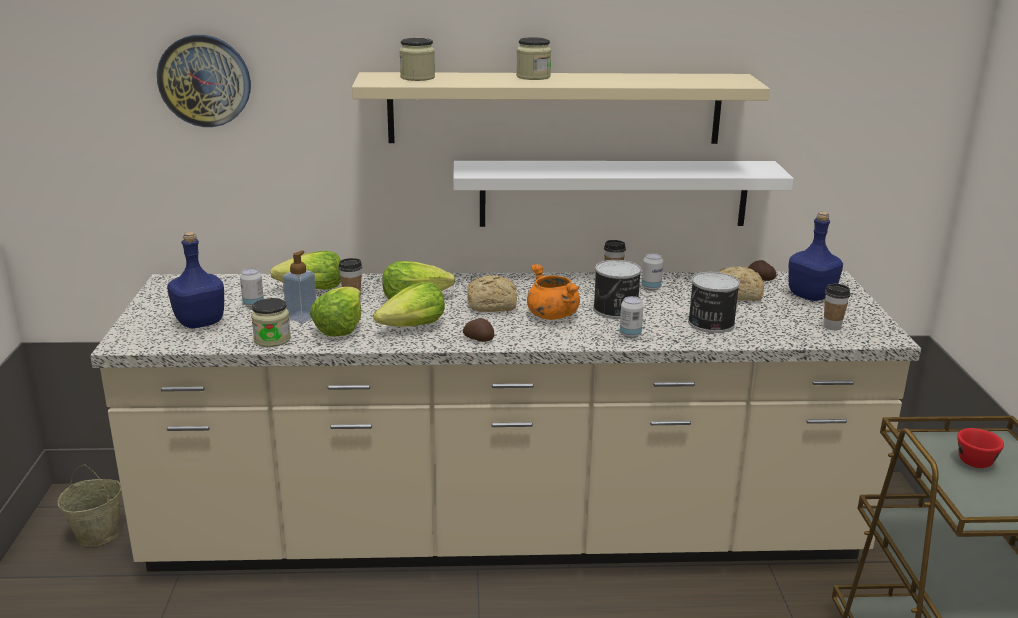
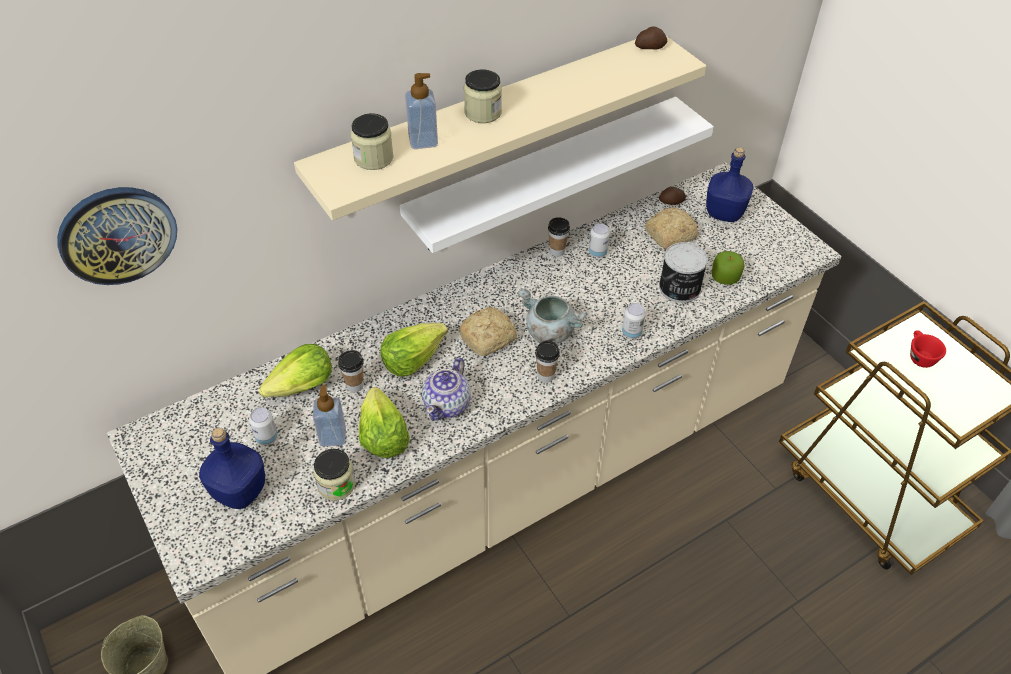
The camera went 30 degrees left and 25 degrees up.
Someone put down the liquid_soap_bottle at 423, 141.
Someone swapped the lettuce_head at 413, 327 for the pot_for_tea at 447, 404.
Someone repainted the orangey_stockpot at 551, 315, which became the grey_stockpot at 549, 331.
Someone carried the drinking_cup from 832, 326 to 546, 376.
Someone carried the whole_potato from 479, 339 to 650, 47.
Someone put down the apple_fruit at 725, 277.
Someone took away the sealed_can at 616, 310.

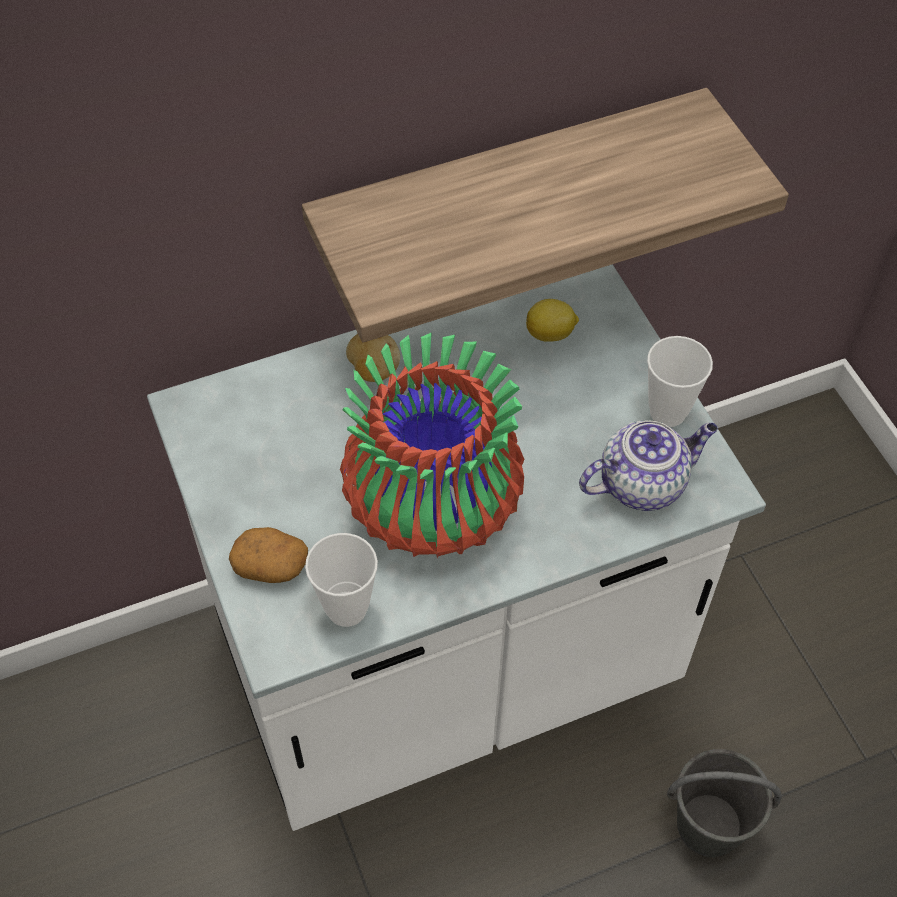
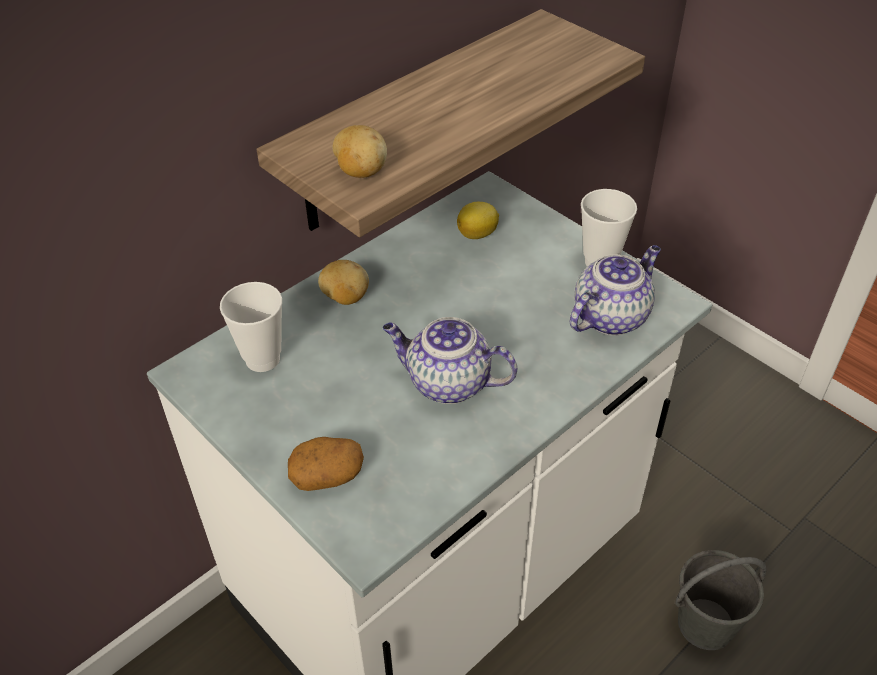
The camera went 20 degrees left and 10 degrees down.
Someone carried the drinking_cup from 346, 608 to 262, 359.
Someone put down the whole_potato at 360, 171.
Someone swapped the vase at 431, 505 for the pot_for_tea at 447, 383.

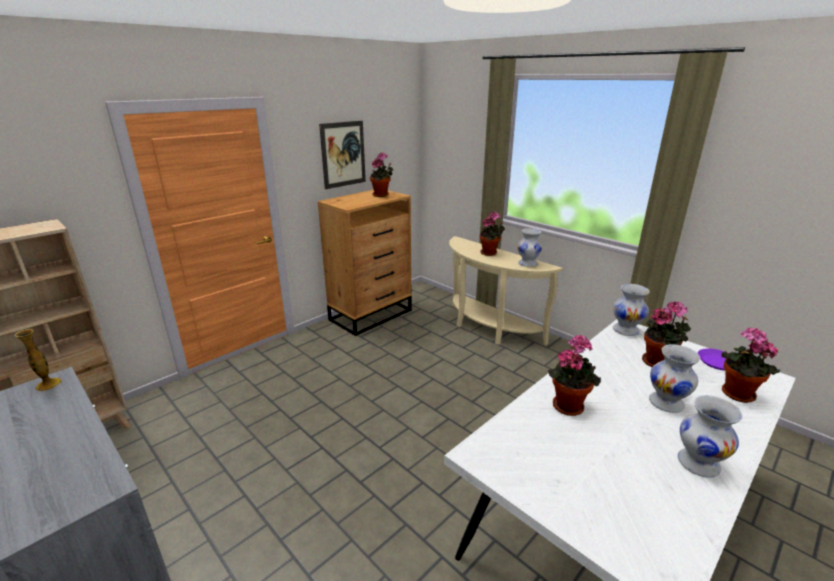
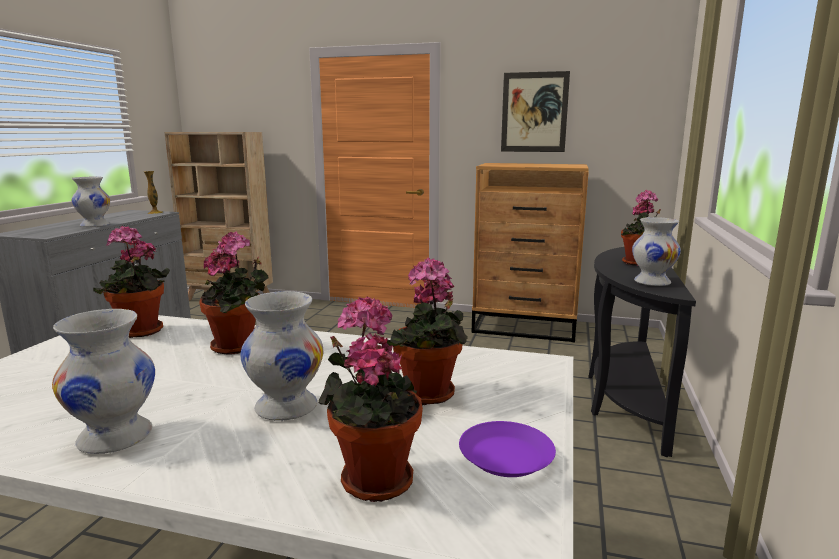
The camera went 60 degrees right and 10 degrees down.
Someone carried the white-coloured_vase from 625, 330 to 94, 225.
Someone carried the houseplant from 382, 195 to 140, 333.
Someone repainted the sand-coloured_hall_table at 487, 328, which became the blackish_hall_table at 624, 397.

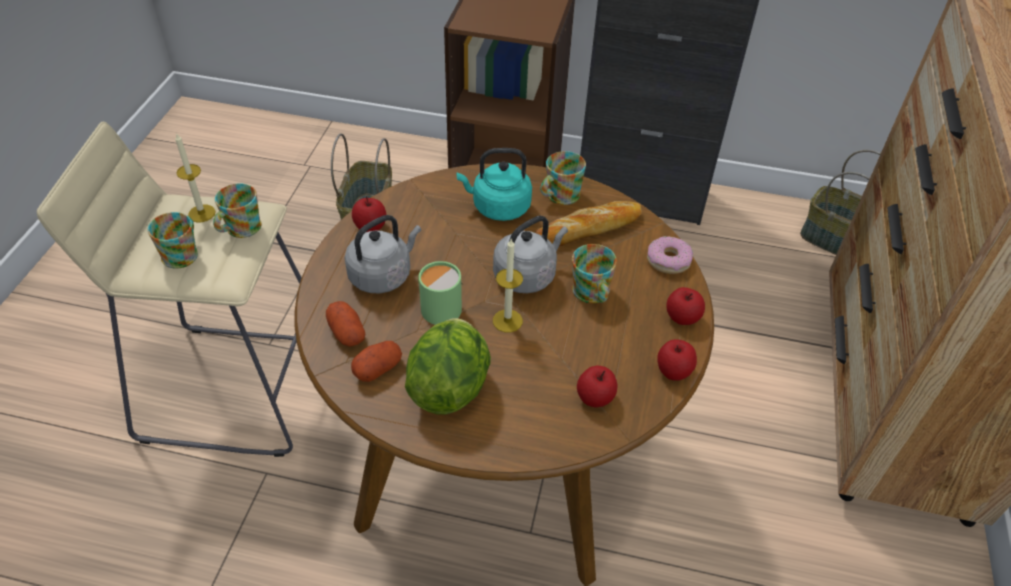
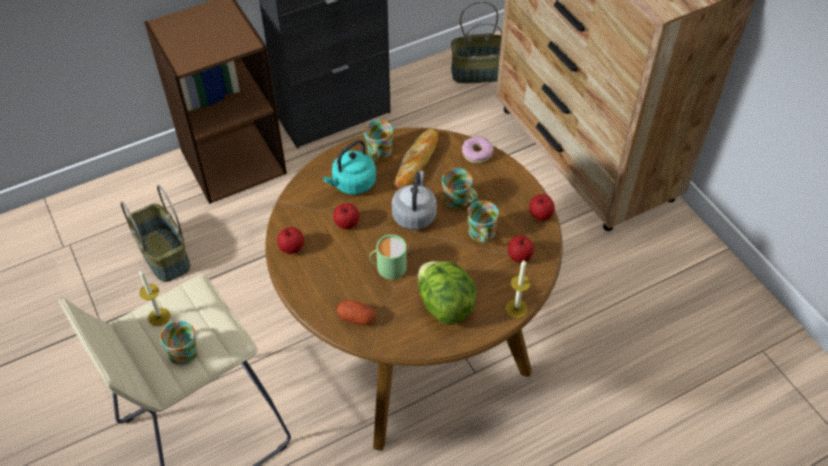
The camera went 40 degrees left and 5 degrees up.
Someone carried the apple_fruit from 682, 317 to 347, 223.
Someone carried the mug from 239, 229 to 481, 235.
Someone carried the wax_candle from 507, 321 to 516, 308.
Someone took away the grey_kettle at 383, 275.
Someone took away the whole_potato at 377, 368.

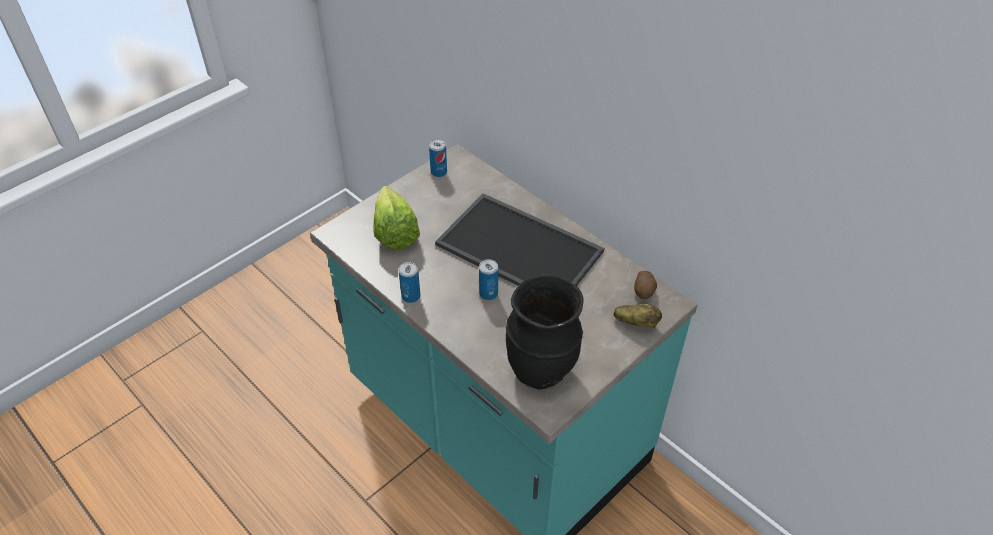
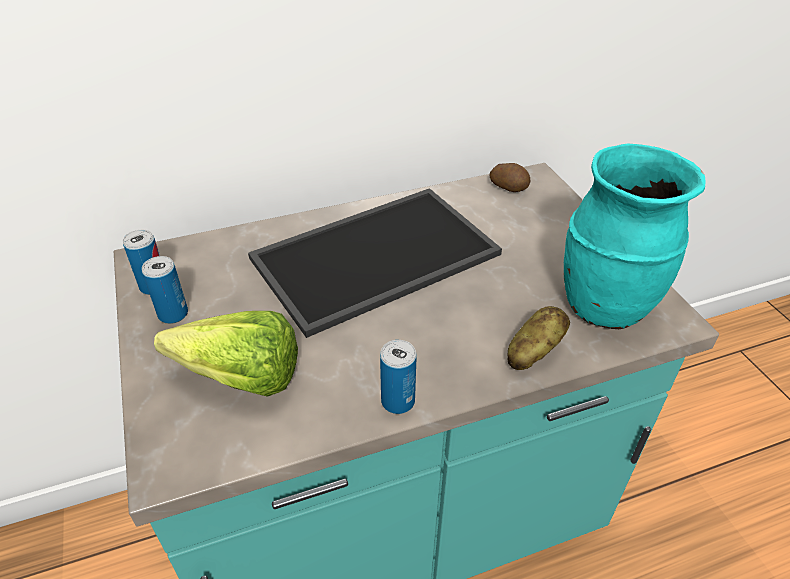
The camera went 65 degrees left and 5 degrees down.
Someone carried the sealed_can from 488, 293 to 173, 314.
Someone carried the whole_potato from 636, 322 to 533, 352.
Someone repainted the blackish_vase at 541, 369, which became the turquoise_vase at 604, 305.

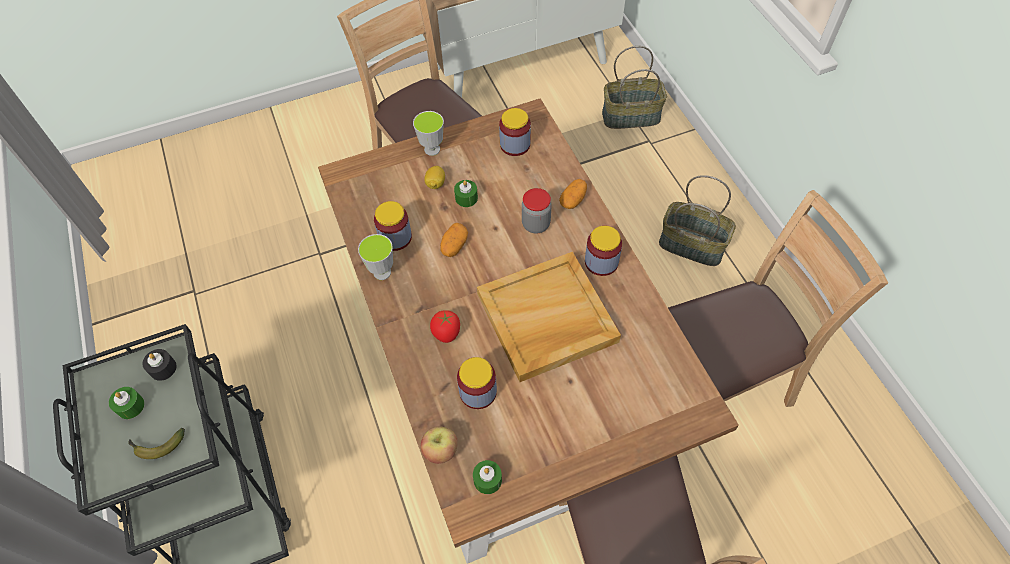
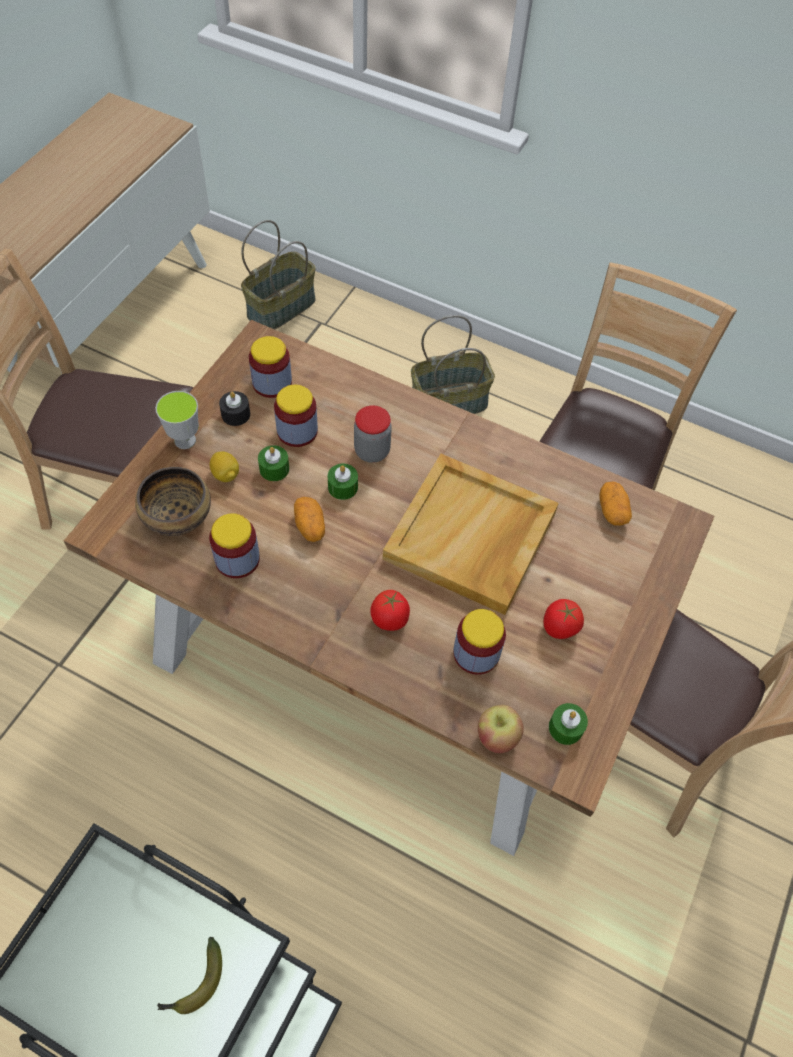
The camera went 45 degrees left and 0 degrees up.
Someone put down the deep_dish at 176, 513.
Someone carried the blackish_wax_candle from 163, 368 to 235, 414.
Someone carried the preserve_jar from 601, 262 to 297, 431.
Someone carried the green-coloured_wax_candle from 130, 406 to 343, 487.
Someone put down the fresh_tomato at 559, 628.
Someone carried the whole_potato from 573, 200 to 612, 510.
Someone took away the drinking_cup at 382, 272.

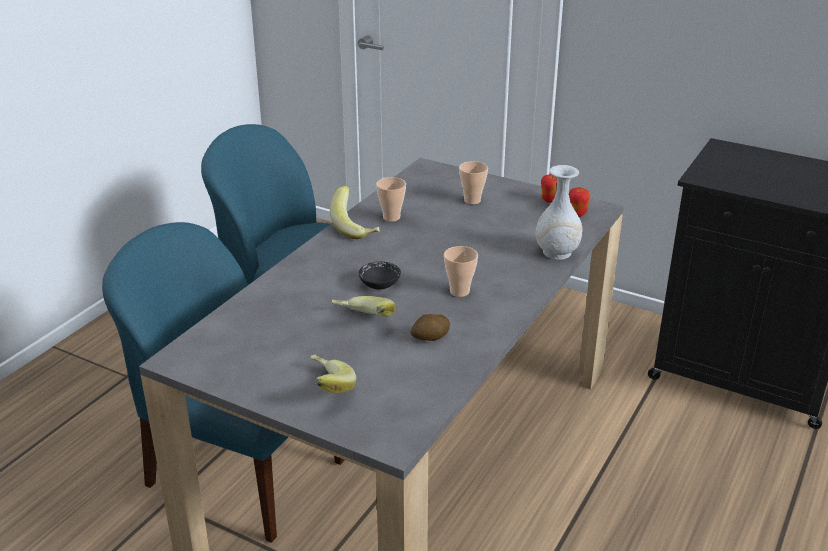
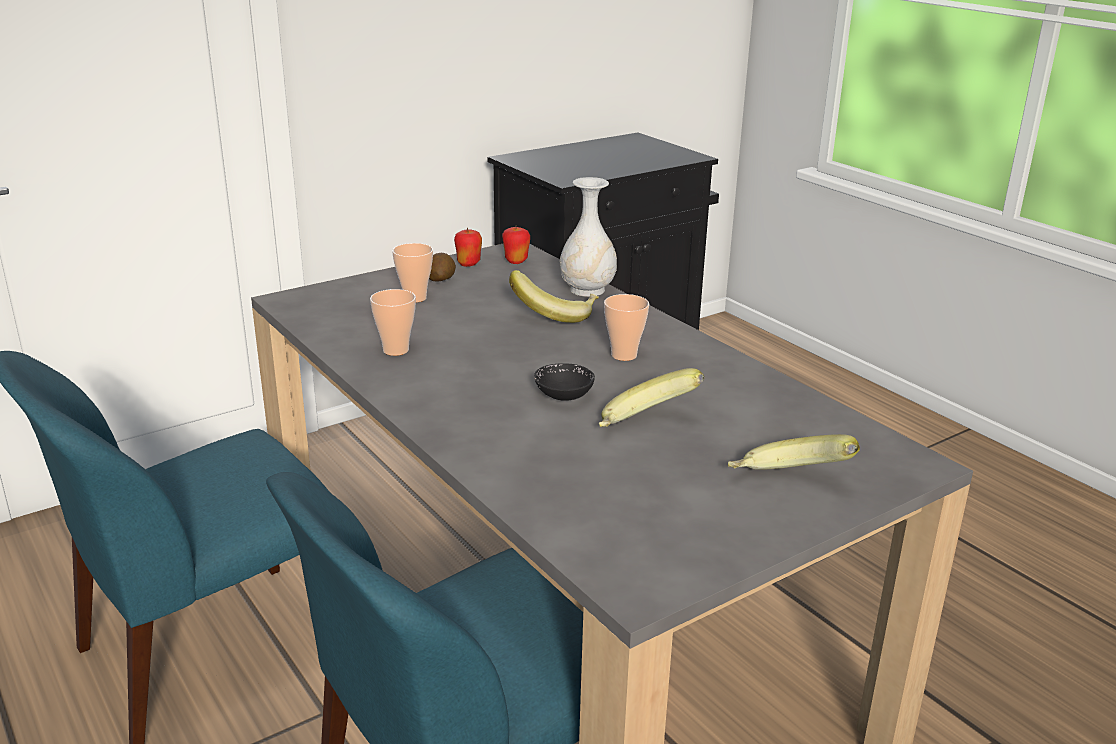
The camera went 65 degrees left and 5 degrees down.
Someone carried the whole_potato from 430, 338 to 441, 279.
Someone carried the whole_banana from 356, 228 to 555, 314.

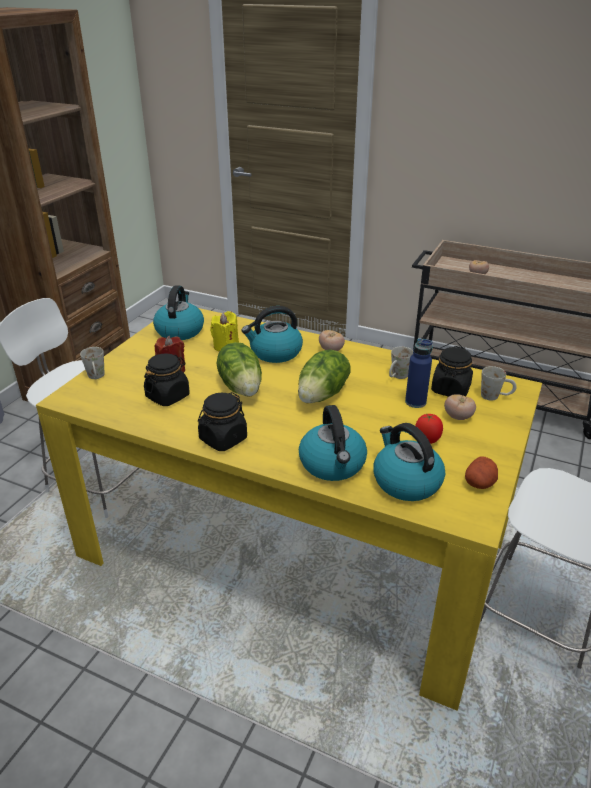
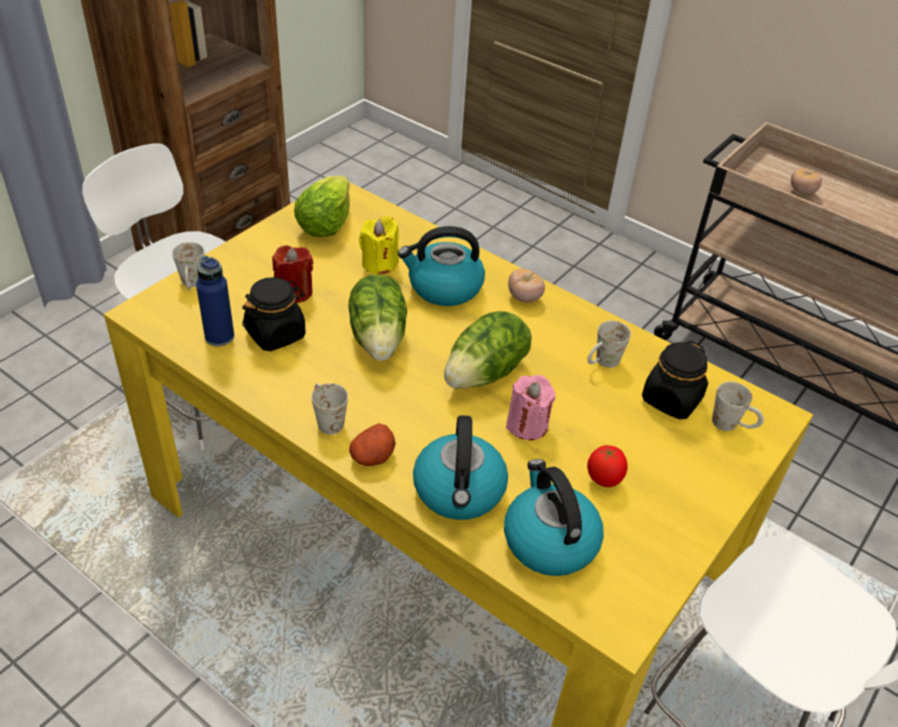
The camera went 10 degrees right and 10 degrees up.
Someone carried the bluish_drink_bottle from 415, 402 to 219, 337.
Someone swapped the kettle at 179, 330 for the lettuce_head at 325, 224.
Someone swapped the blackish_preserve_jar at 223, 439 for the white-coloured_mug at 326, 419.
Someone carried the whole_potato from 480, 483 to 372, 456.
Someone put down the pink_wax_candle at 527, 425.
Someone took away the fresh_tomato at 458, 417.

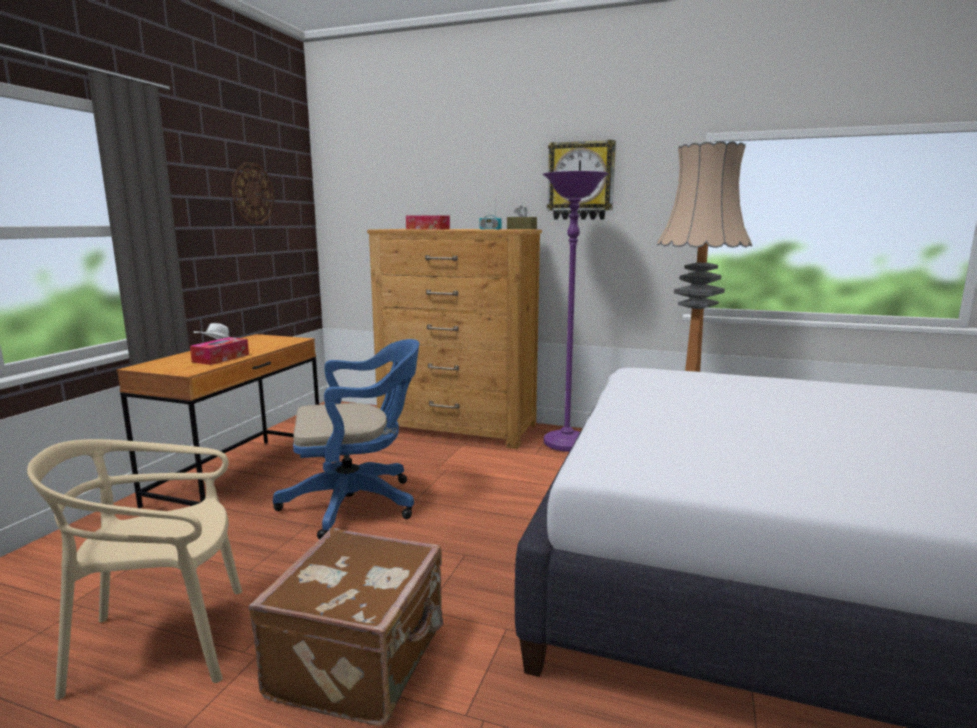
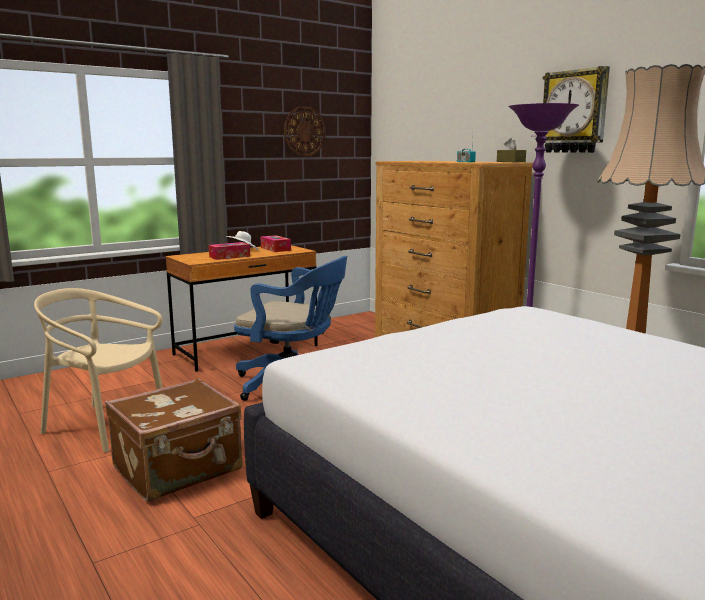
The camera went 35 degrees right and 0 degrees up.
Someone carried the tissue_box from 428, 229 to 275, 249.

